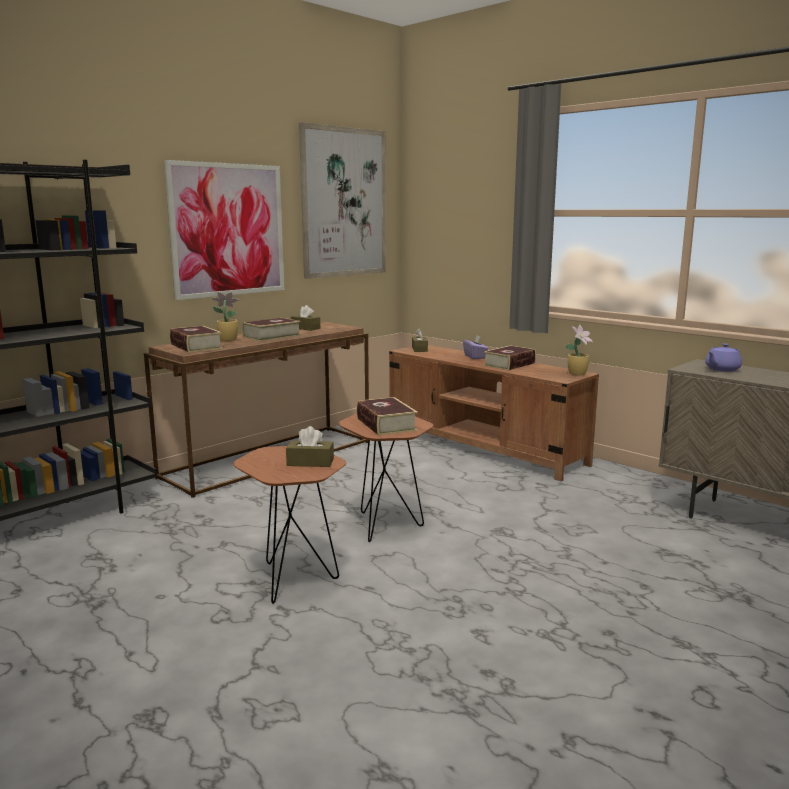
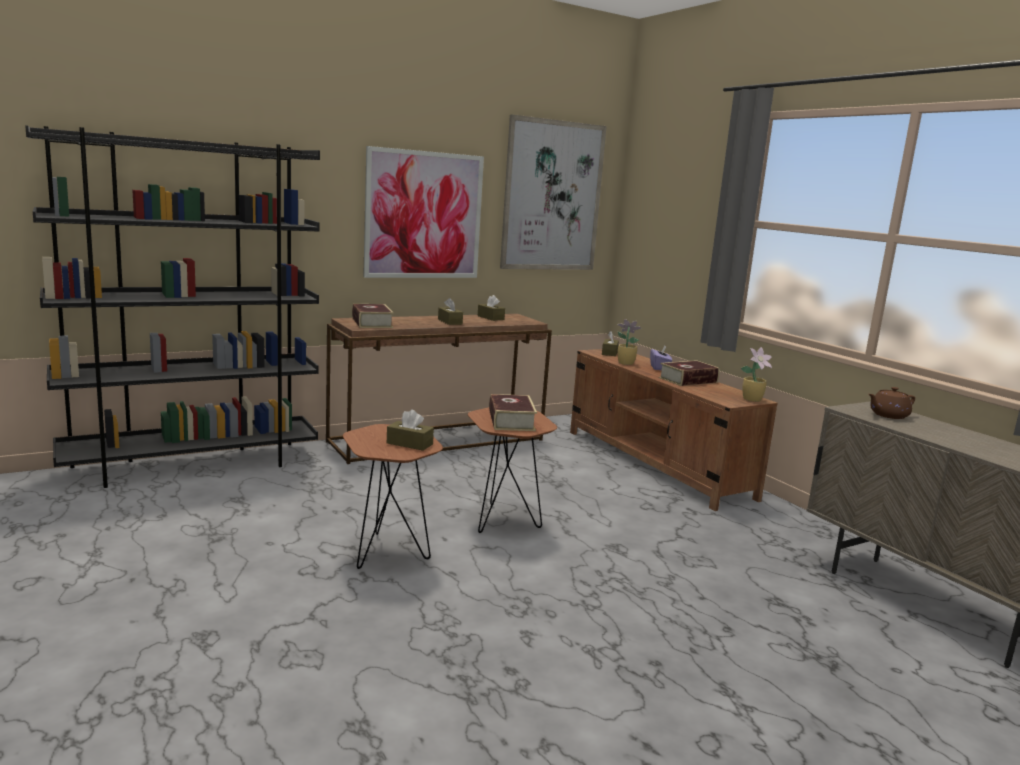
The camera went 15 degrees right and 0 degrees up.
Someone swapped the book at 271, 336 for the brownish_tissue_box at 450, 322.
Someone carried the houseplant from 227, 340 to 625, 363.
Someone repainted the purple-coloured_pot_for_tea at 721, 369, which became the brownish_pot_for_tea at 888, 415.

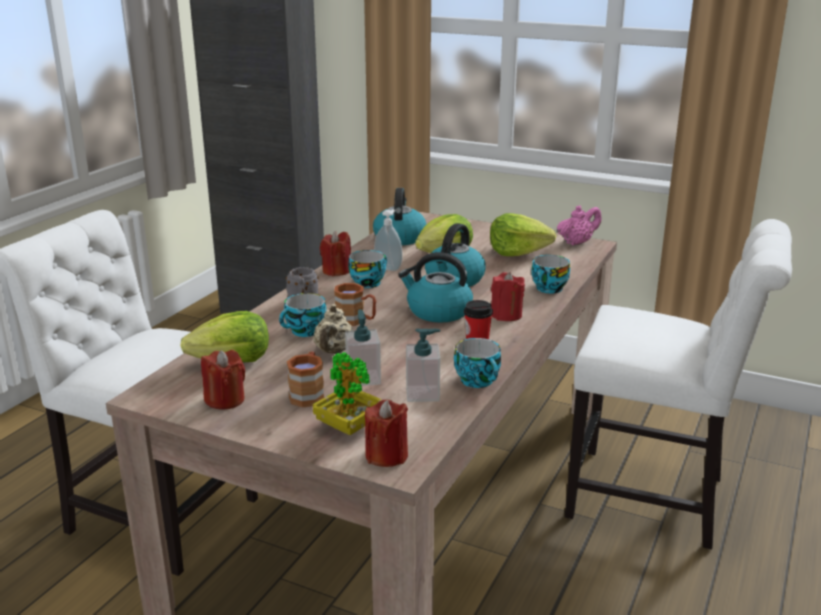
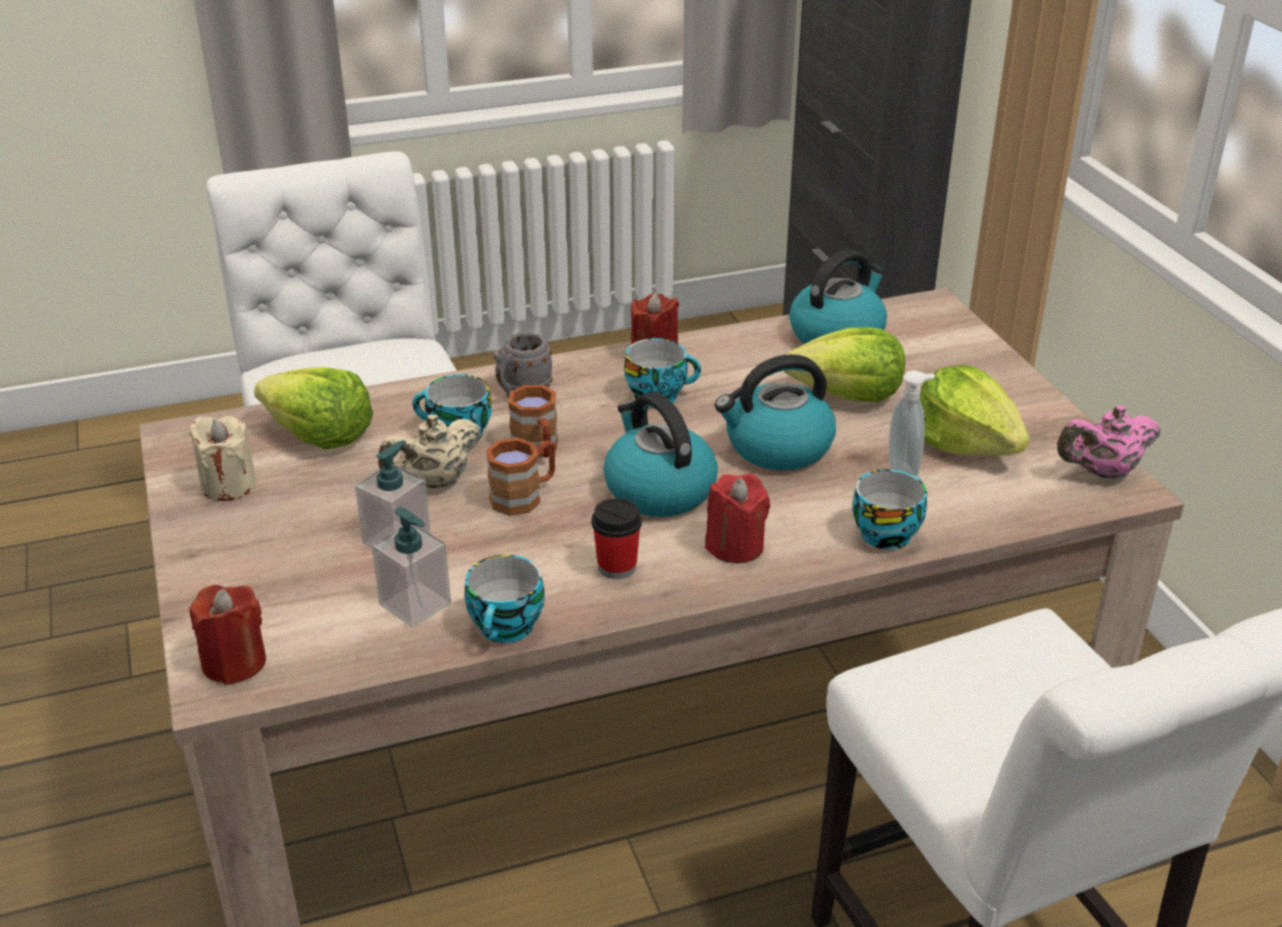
The camera went 45 degrees right and 10 degrees up.
Someone repainted the red_wax_candle at 225, 400, which became the sand-coloured_wax_candle at 229, 485.
Someone carried the brownish_mug from 308, 394 to 524, 496.
Someone carried the liquid_soap_bottle from 389, 268 to 905, 471.
Someone rotated the pink_pot_for_tea at 577, 242 by 150 degrees clockwise.
Someone took away the houseplant at 349, 426.

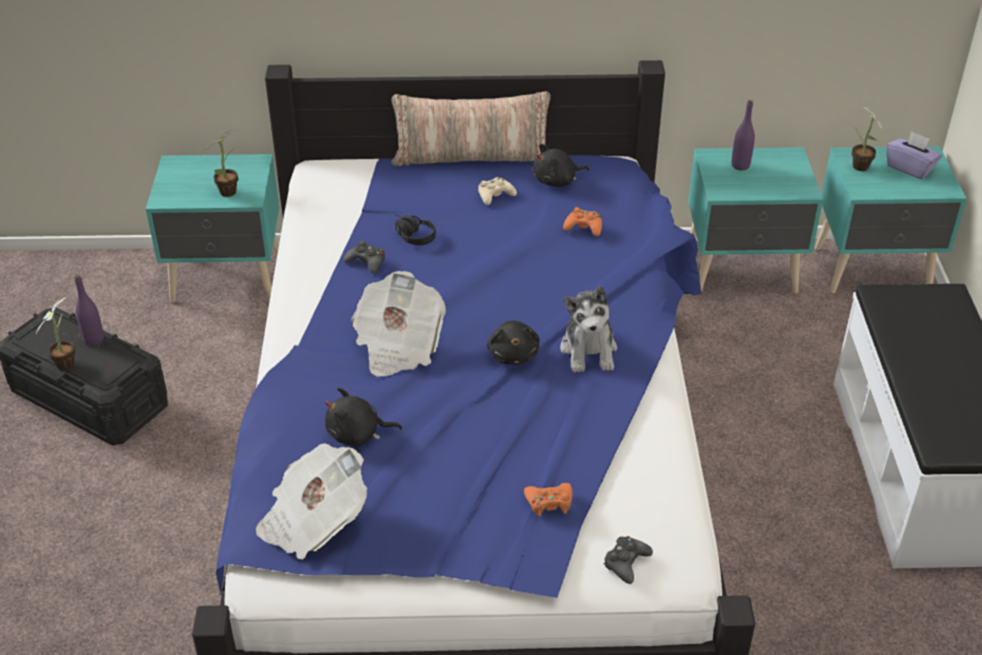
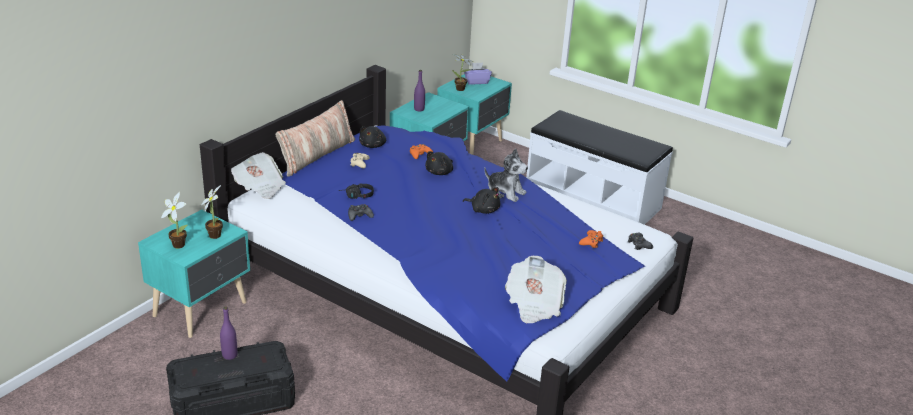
The camera went 55 degrees left and 10 degrees down.
Someone carried the houseplant from 67, 362 to 178, 244.
Someone carried the daily_paper from 398, 345 to 258, 186.
Someone carried the blackish_cuddly_toy from 357, 434 to 440, 172.

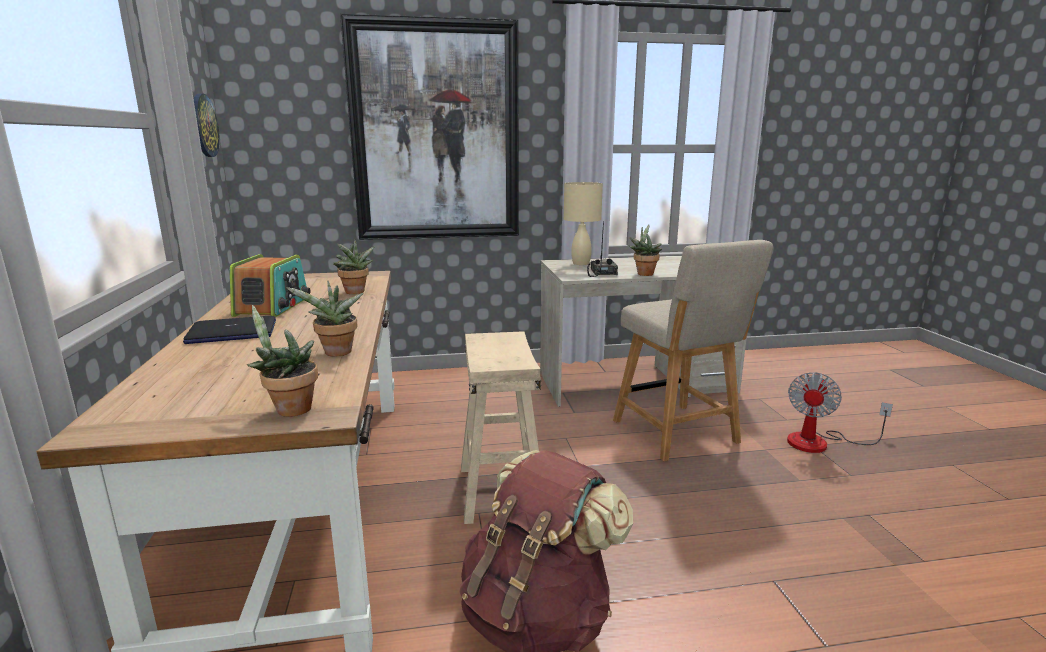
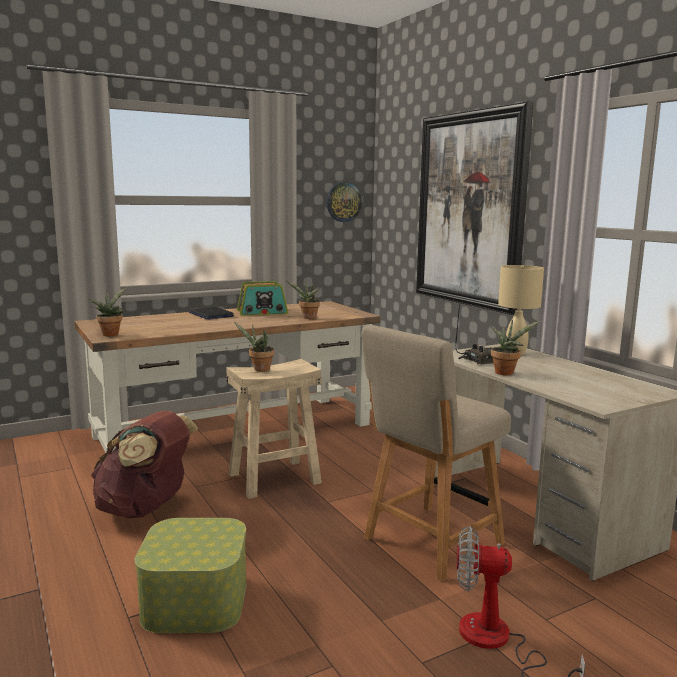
The camera went 70 degrees right and 5 degrees down.
Someone put down the storage_container at 195, 601.
Someone carried the houseplant from 336, 353 to 259, 369.

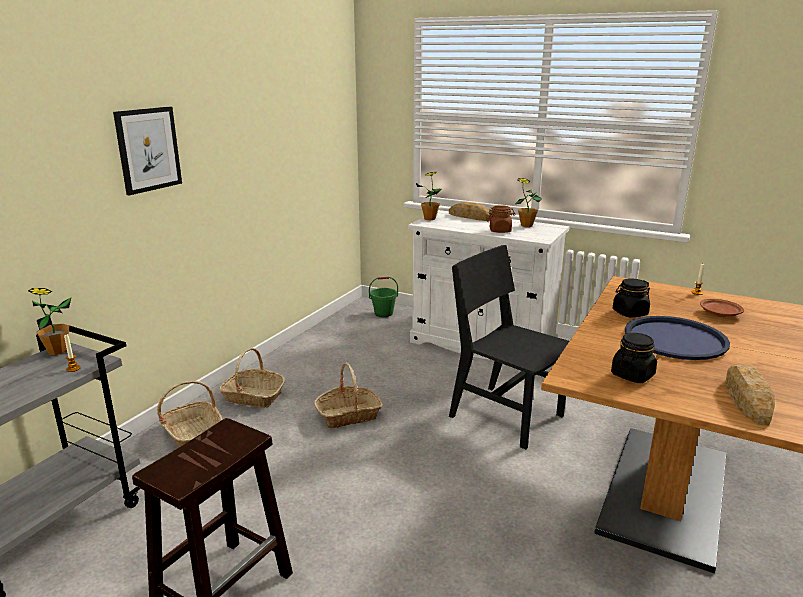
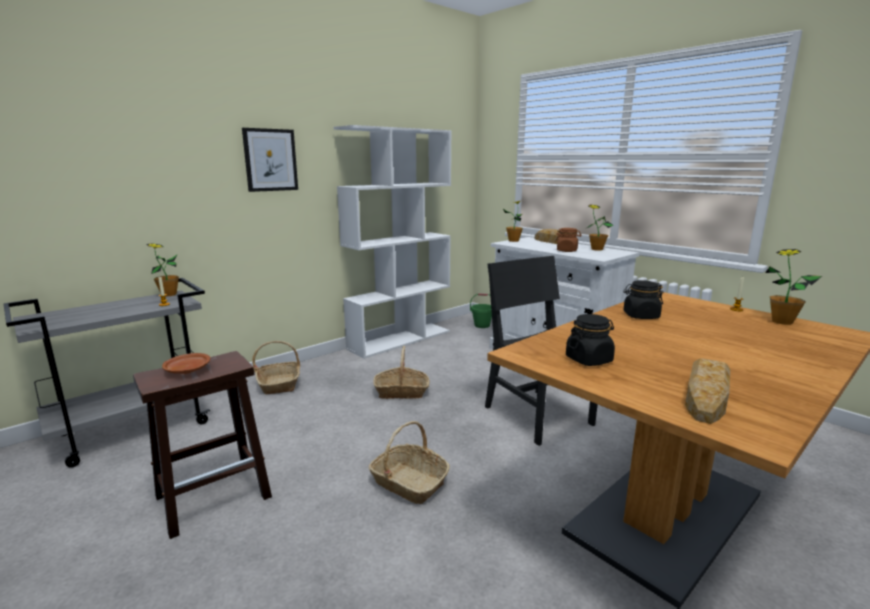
The camera went 20 degrees right and 5 degrees down.
Someone carried the brownish_flat_dish from 719, 314 to 188, 370.
Someone put down the white-coloured_shelving_unit at 400, 340.
Someone carried the basket from 253, 396 to 408, 482.
Someone put down the houseplant at 782, 322.
Someone took away the bluish_serving_tray at 675, 339.

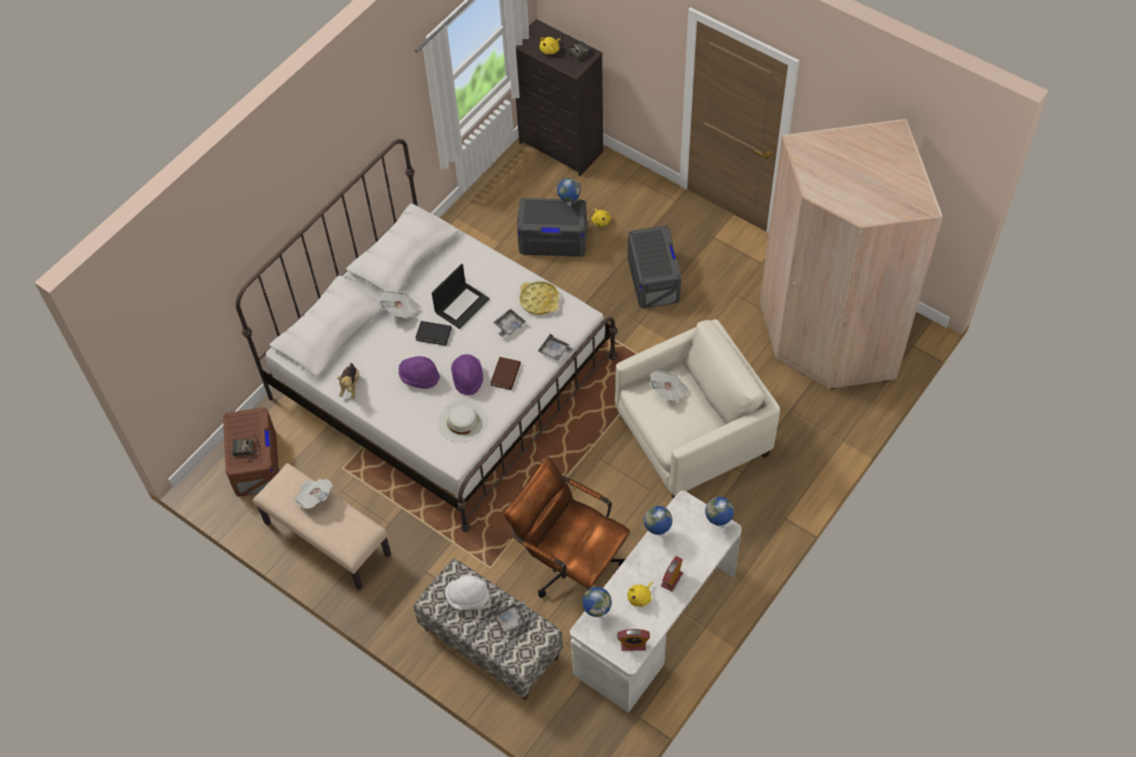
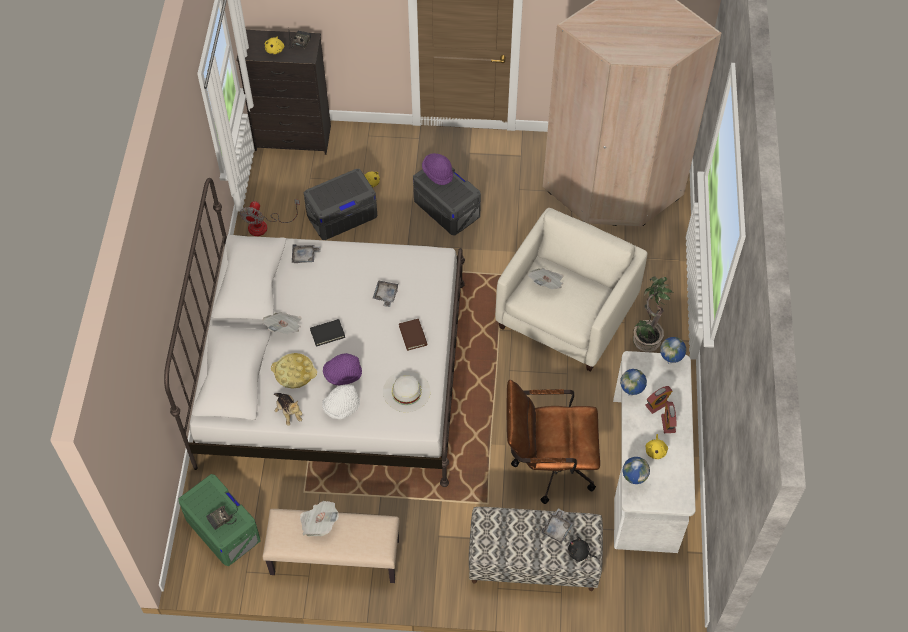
The camera went 35 degrees left and 0 degrees up.
Someone repainted the brownish_storage_container at 255, 462, which became the green-coloured_storage_container at 222, 529.
Someone put down the cooling_fan at 264, 225.
Someone carried the yellowish_serving_tray from 539, 300 to 294, 373.
Someone carried the grey_serving_tray from 555, 351 to 305, 256.
Someone carried the white-coloured_wearable_hat from 467, 597 to 341, 407.
Someone carried the purple-coloured_wearable_hat from 467, 379 to 438, 173.
Someone put down the blackish_cuddly_toy at 579, 553.
Someone put down the houseplant at 645, 339.
Someone carried the alarm_clock from 633, 644 to 657, 404.
Someone took away the notebook_computer at 462, 305.
Someone took away the globe at 569, 204.

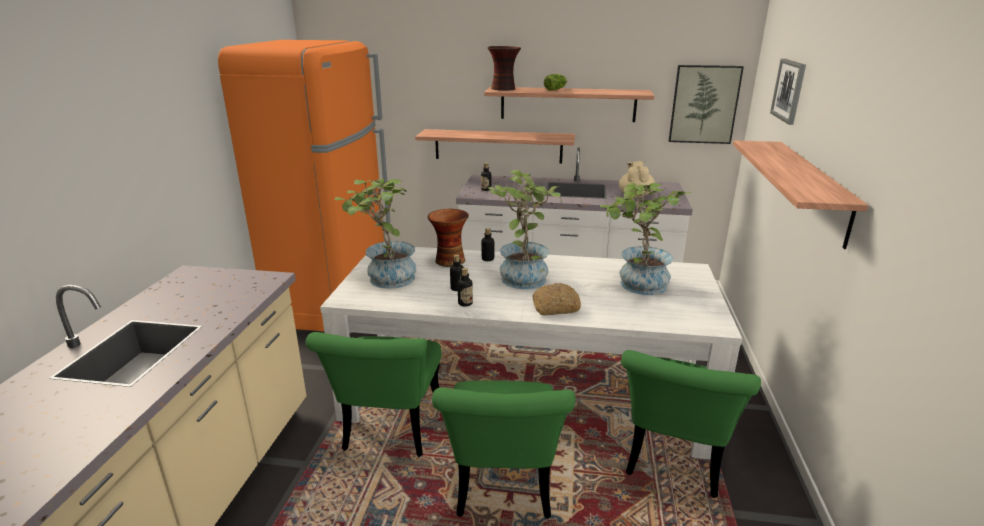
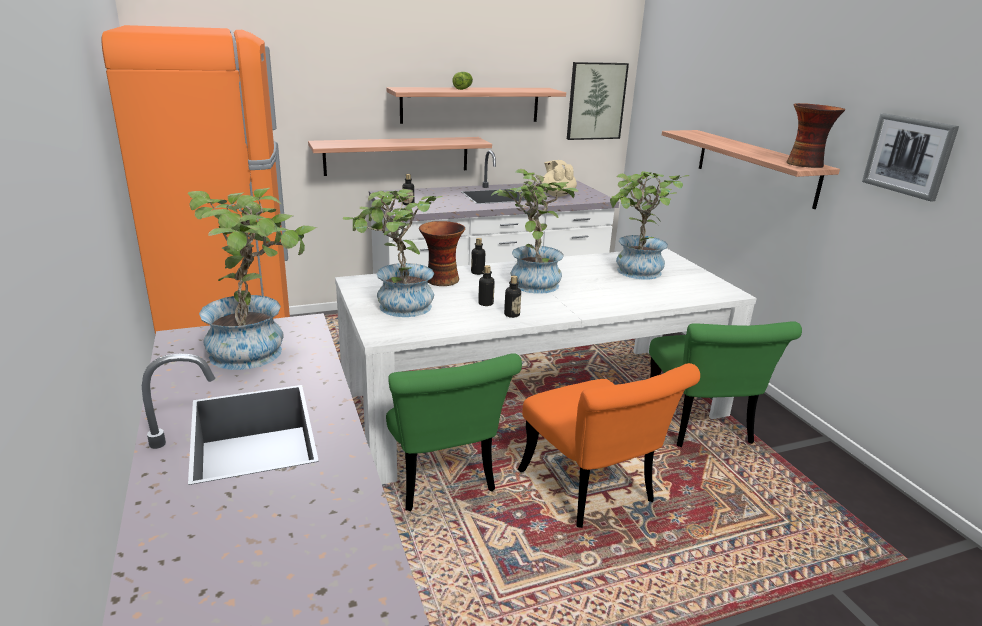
The camera went 30 degrees left and 0 degrees up.
Someone put down the houseplant at 258, 350.
Someone repainted the green-coloured_upright_chair at 502, 489, which became the orangey_upright_chair at 593, 492.
Someone carried the vase from 504, 89 to 806, 164.
Someone carried the wall_picture from 789, 90 to 909, 156.
Someone took away the bakery_bread at 555, 307.

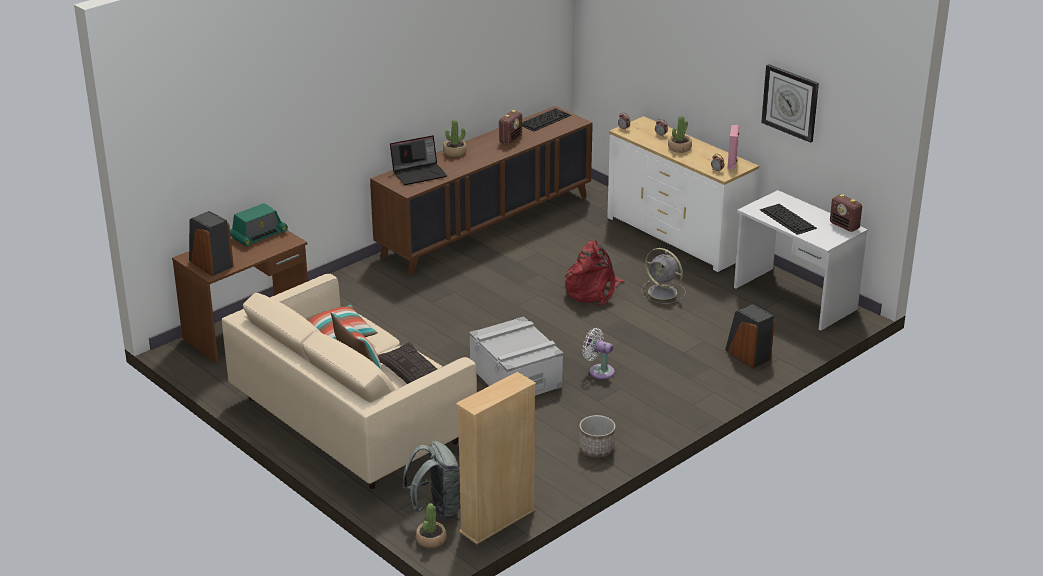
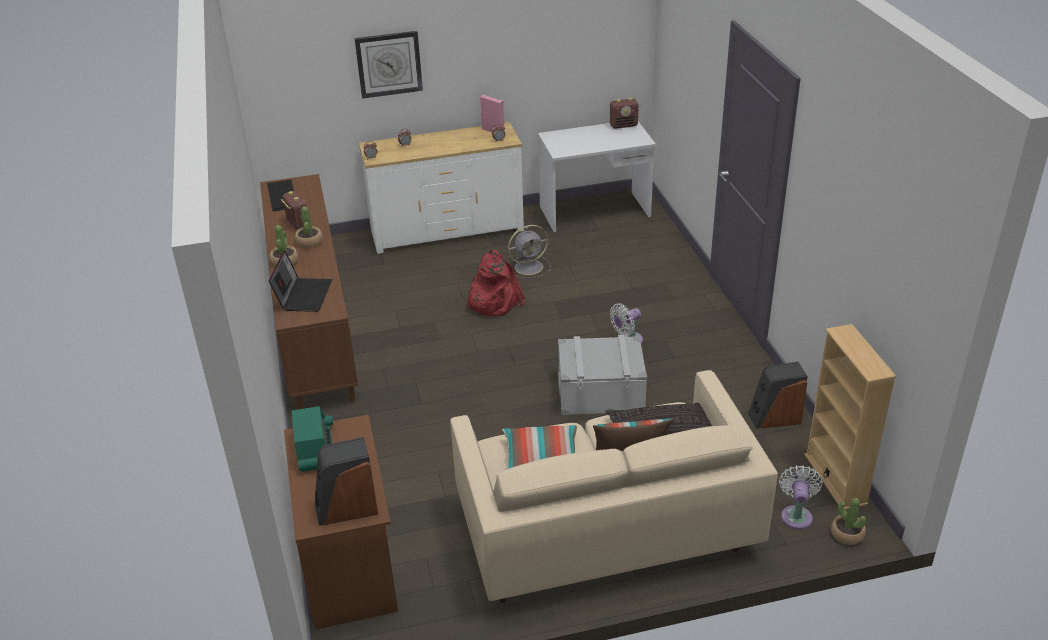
The camera went 60 degrees left and 5 degrees up.
Someone carried the houseplant from 679, 148 to 309, 242.
Someone carried the hanging_clock from 790, 102 to 389, 64.
Someone carried the audio_speaker from 747, 355 to 774, 417.
Someone swapped the grey_knapsack at 436, 509 for the white-coloured_cooling_fan at 796, 515.
Someone took away the plant_pot at 596, 449.
Someone took away the PC_keyboard at 788, 219.

